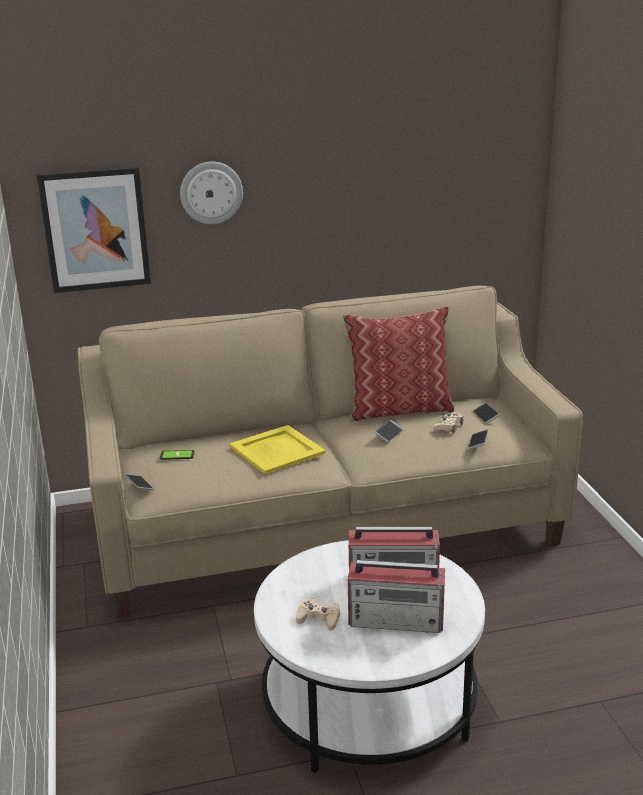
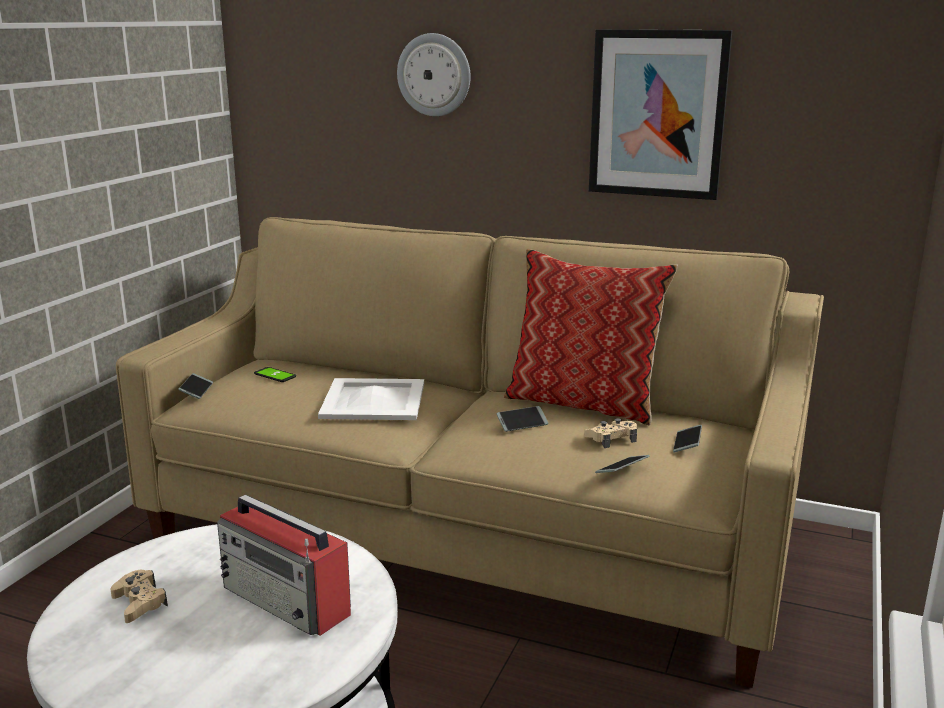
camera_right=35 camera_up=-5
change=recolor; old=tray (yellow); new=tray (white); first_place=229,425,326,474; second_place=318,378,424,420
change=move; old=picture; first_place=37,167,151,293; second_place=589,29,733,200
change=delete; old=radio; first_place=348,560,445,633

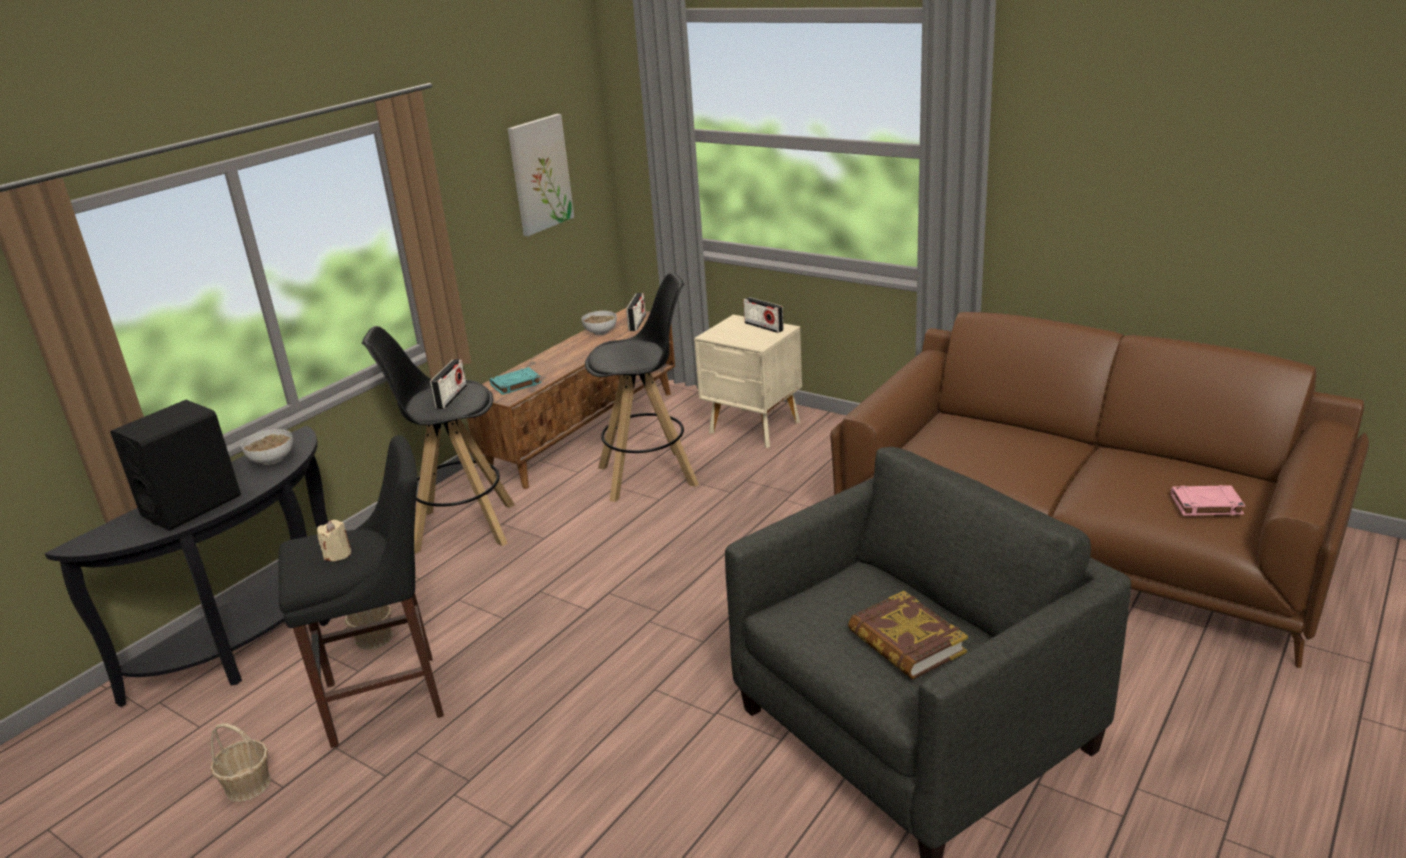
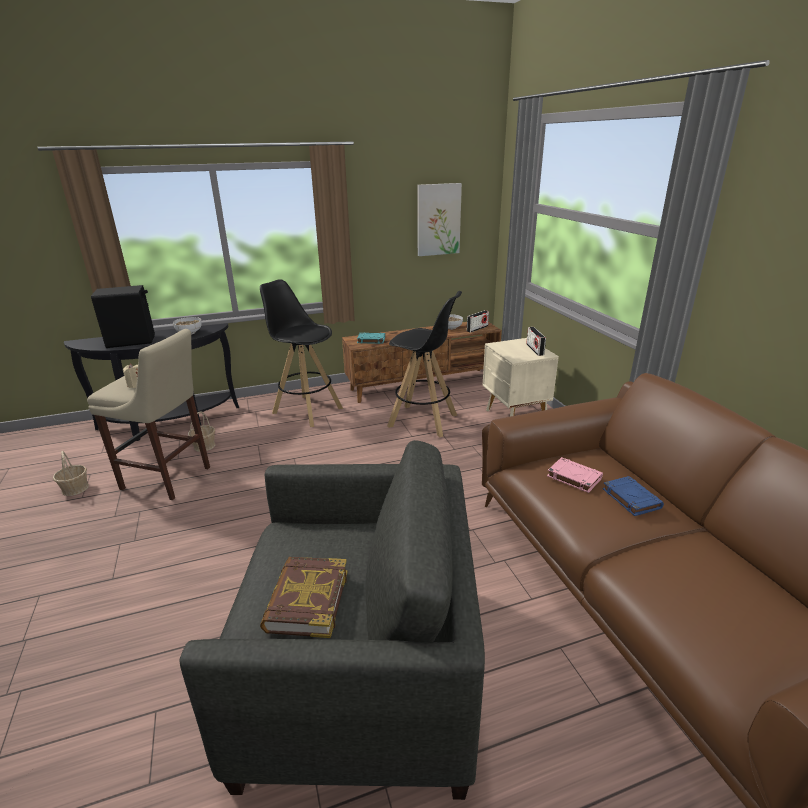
camera_right=35 camera_up=0
change=recolor; old=stool (black); new=stool (beige); first_place=278,435,444,748; second_place=87,329,210,500
change=move; old=book (pink); first_place=1171,485,1245,516; second_place=547,457,603,493
change=insert; new=book (blue); second_place=603,476,664,516
change=delete; old=radio; first_place=430,359,467,409

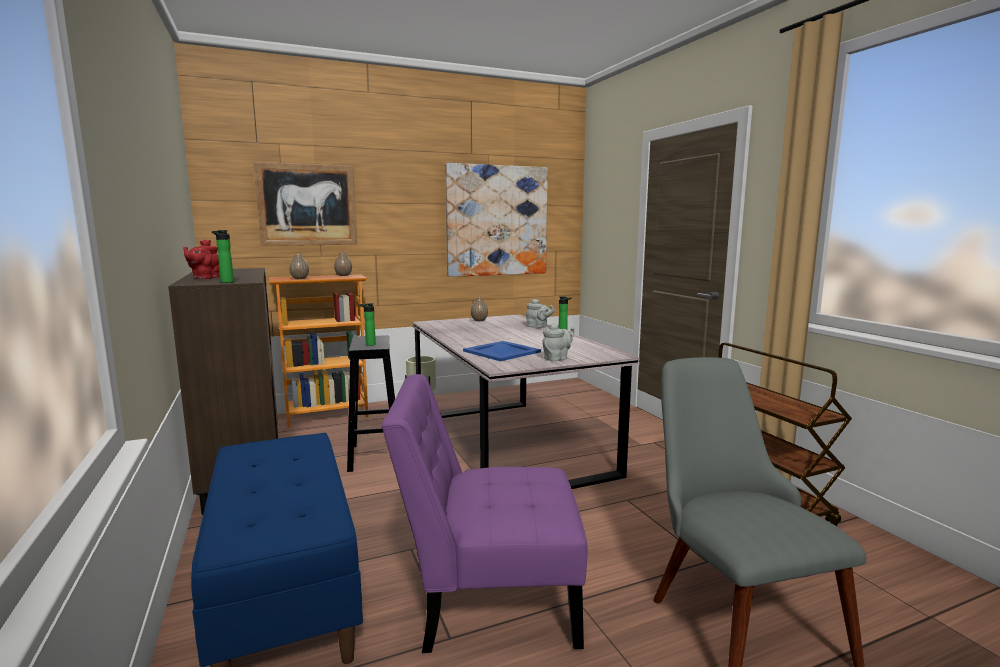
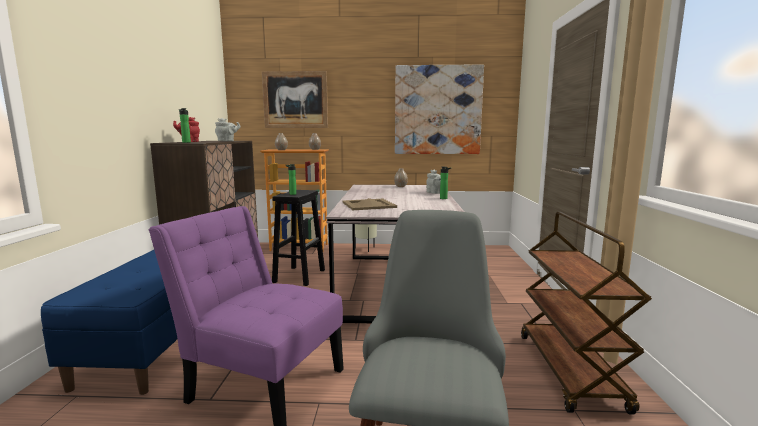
camera_right=25 camera_up=0
change=move; old=teapot (grey); first_place=542,323,574,361; second_place=215,118,240,141
change=recolor; old=tray (blue); new=tray (beige); first_place=463,341,541,361; second_place=343,198,397,210

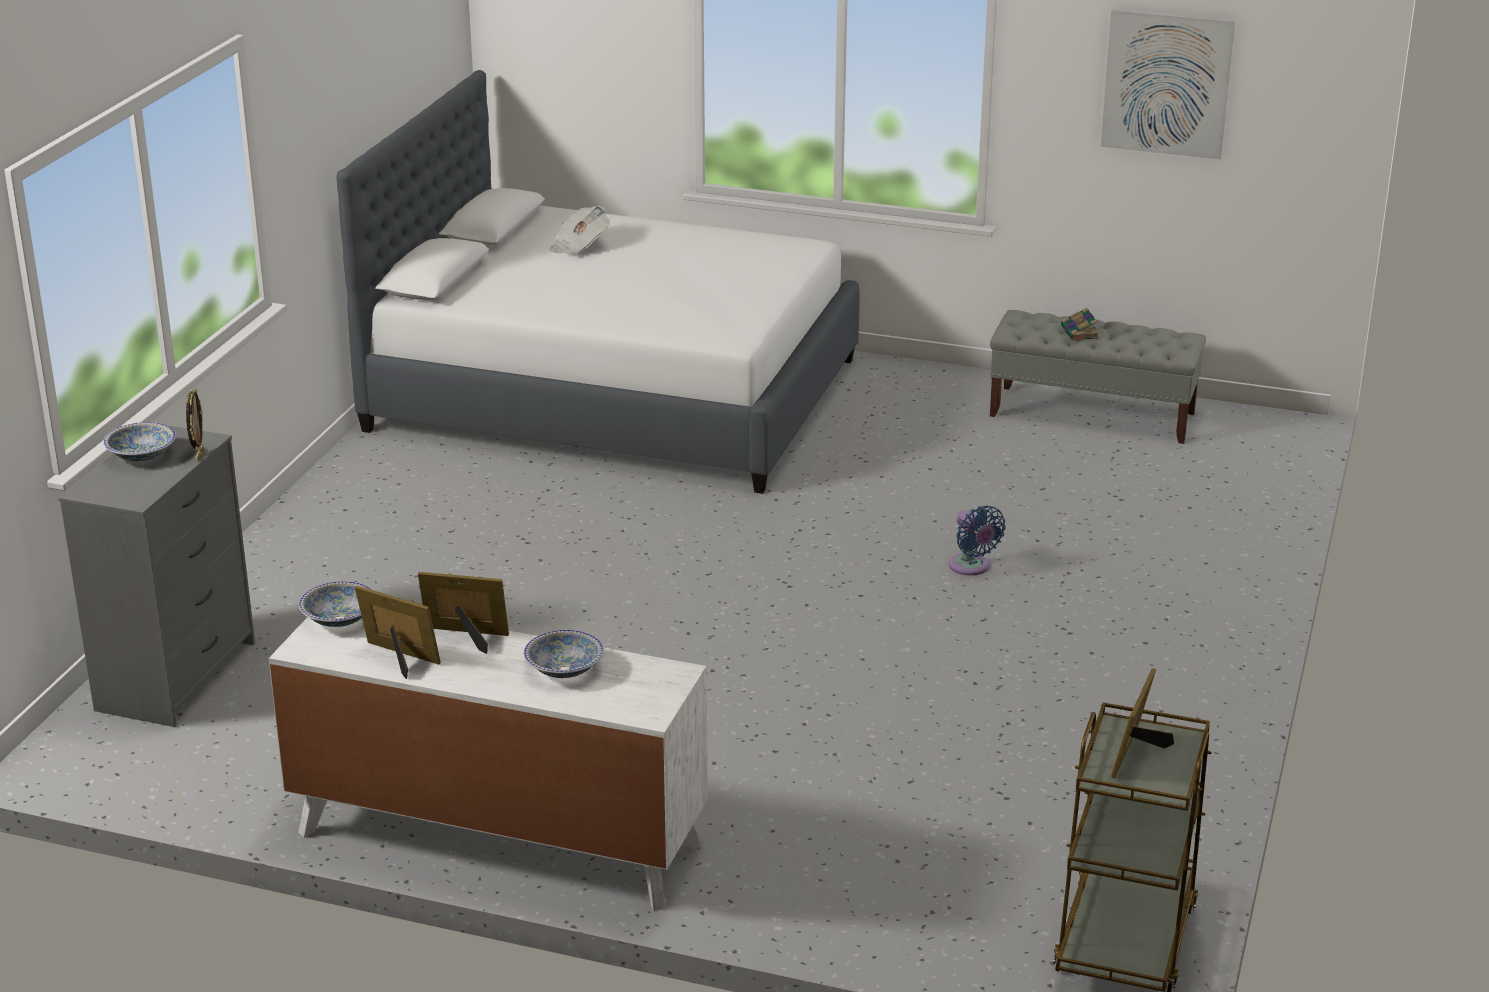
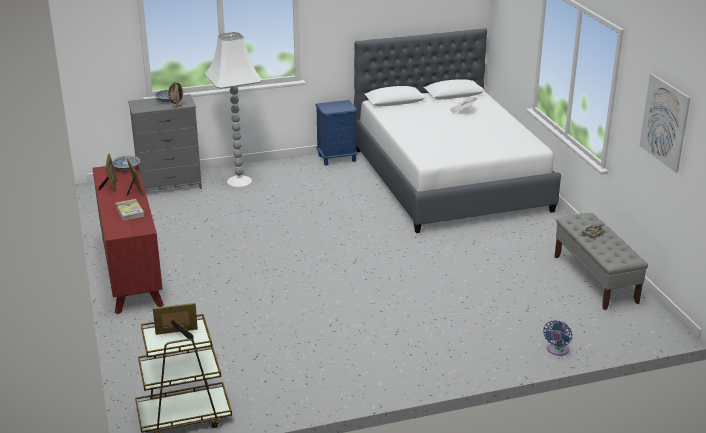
camera_right=55 camera_up=0
change=recolor; old=dresser (white); new=dresser (red); first_place=268,616,708,911; second_place=93,165,164,314
change=replace; old=bowl; new=book; first_place=524,630,604,678; second_place=115,199,145,220
change=insert; new=floor lamp (white); second_place=205,32,262,188
change=insert; new=nightstand (blue); second_place=316,100,358,166
change=move; old=fan (blue); first_place=949,506,1006,576; second_place=543,320,572,356

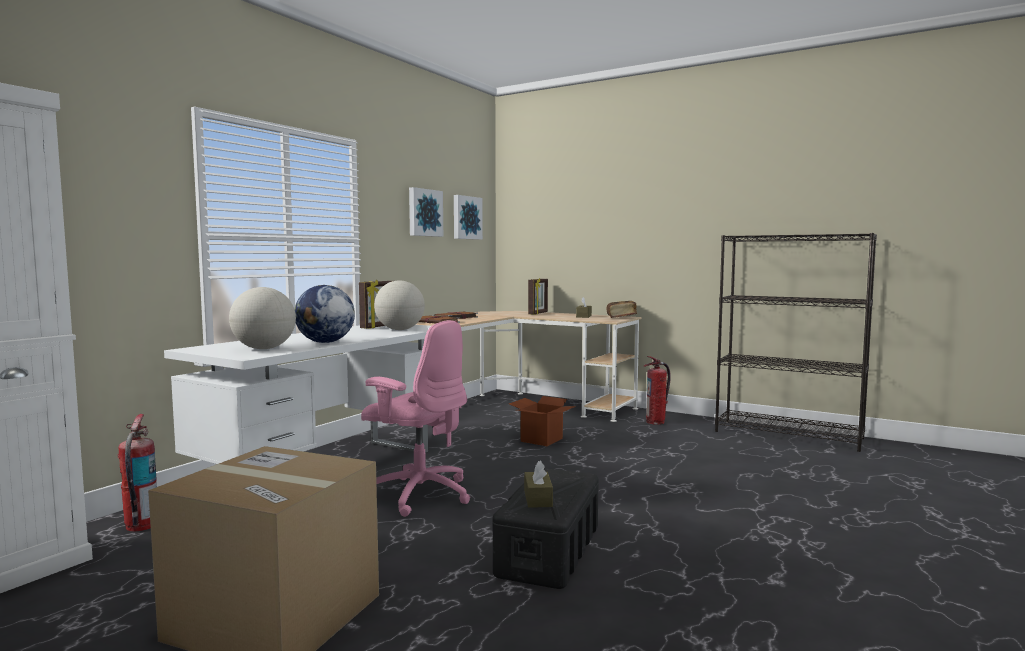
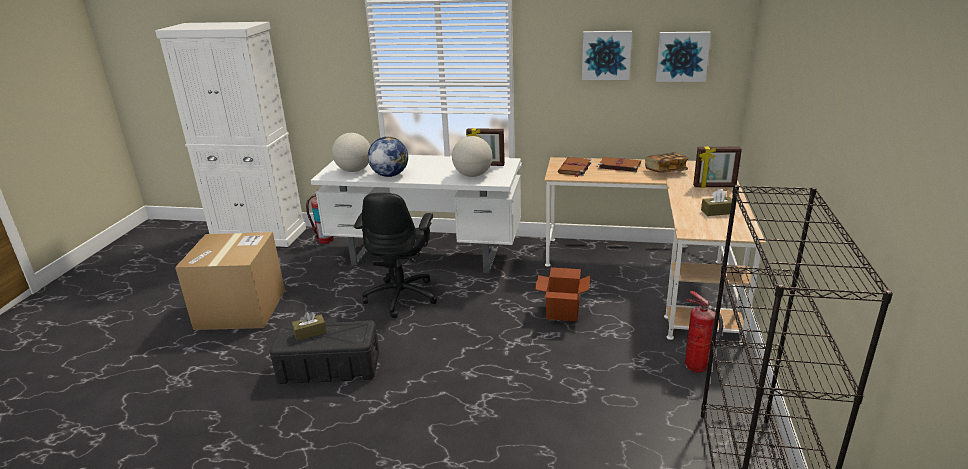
camera_right=70 camera_up=20
change=recolor; old=office chair (pink); new=office chair (black); first_place=361,320,471,517; second_place=354,193,437,318
change=move; old=book; first_place=606,301,637,318; second_place=645,153,689,173

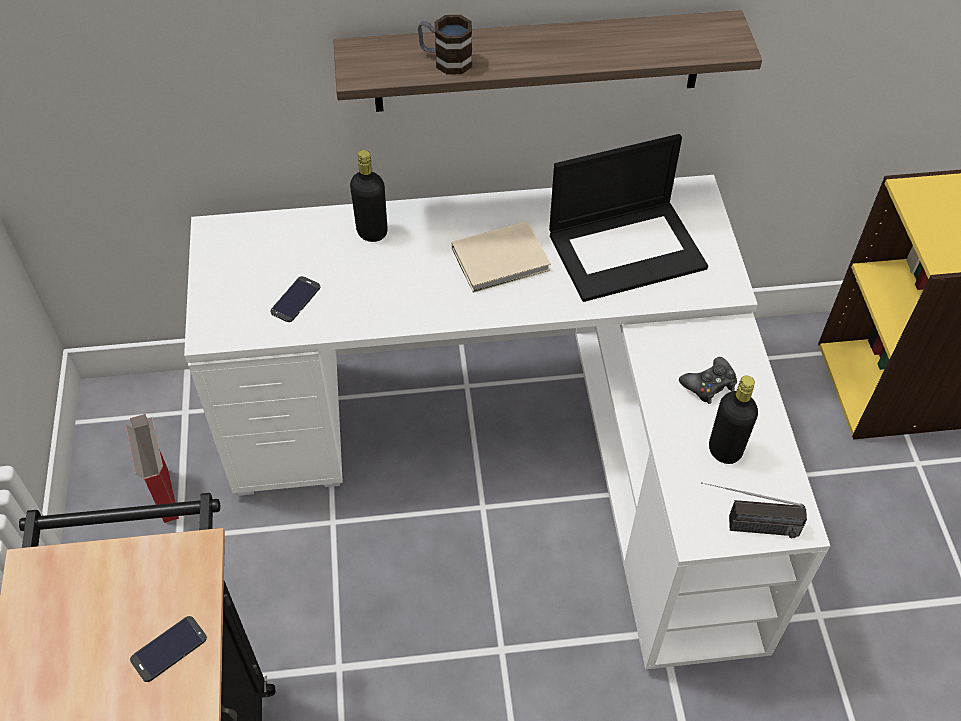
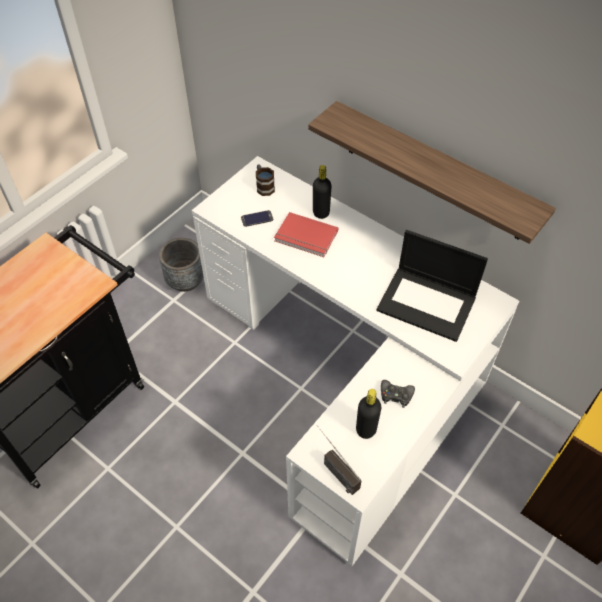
camera_right=45 camera_up=0
change=replace; old=cardboard box; new=planter (grey); first_place=125,414,179,523; second_place=159,238,204,292
change=move; old=mug; first_place=418,15,472,75; second_place=256,165,275,196
change=insert; new=book (red); second_place=274,212,338,257
change=delete; old=phone; first_place=130,616,207,682
change=delete; old=book (beige); first_place=452,221,551,293

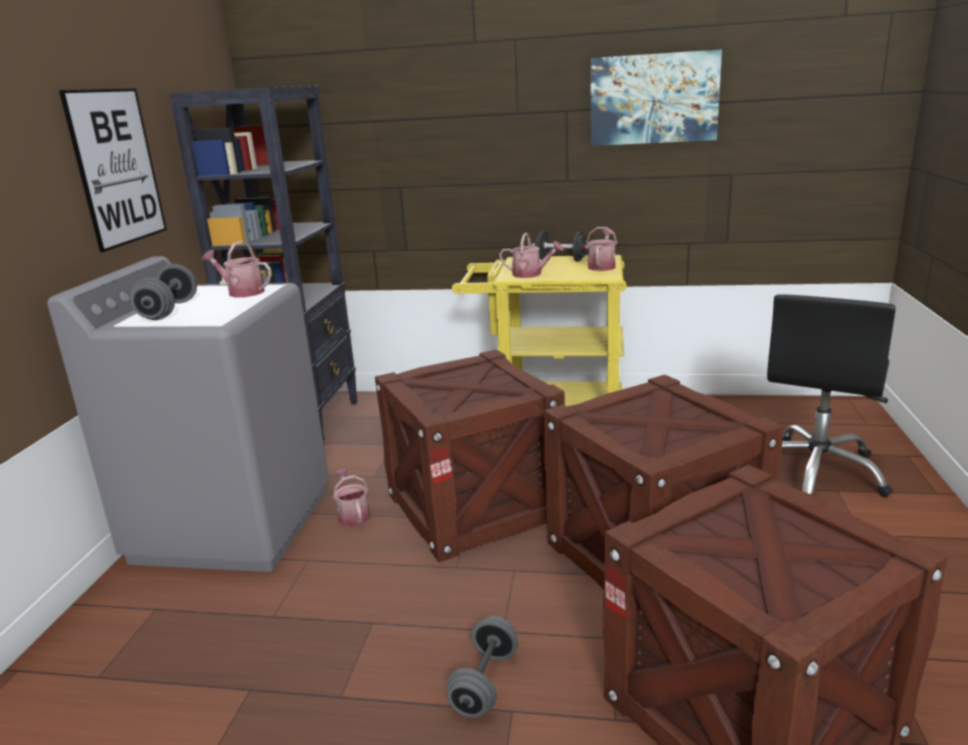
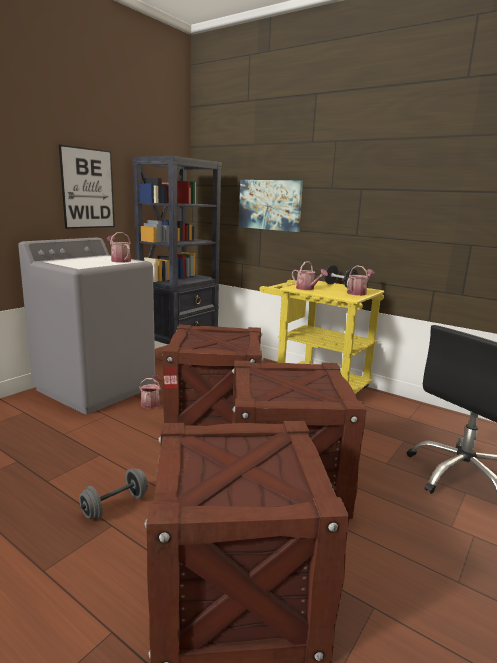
camera_right=25 camera_up=-5
change=move; old=picture; first_place=591,49,722,146; second_place=239,180,303,232
change=delete; old=dumbbell (grey); first_place=130,264,197,320

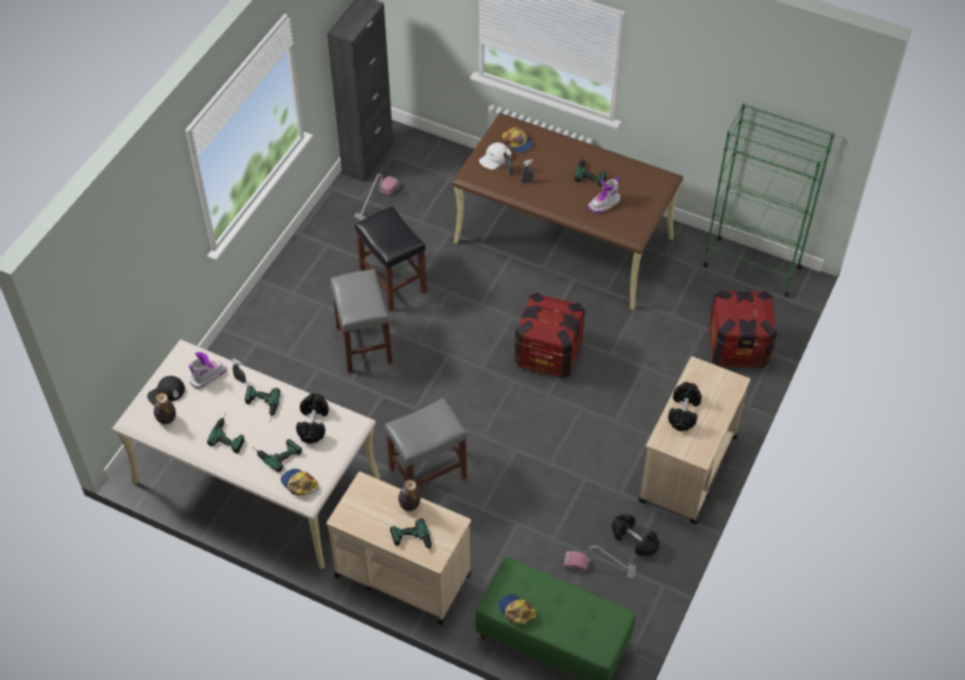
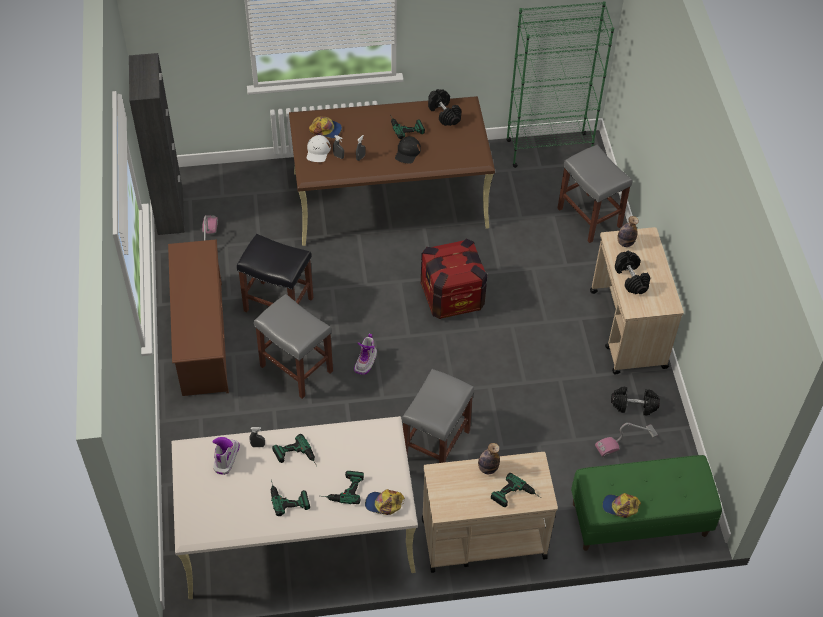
camera_right=-35 camera_up=0
change=insert; new=shoe rack (brown); second_place=168,239,229,396
change=move; old=boot; first_place=588,176,620,213; second_place=354,334,377,375
change=move; old=cap (black); first_place=147,376,185,405; second_place=395,136,421,163
change=move; old=dumbbell (black); first_place=296,393,329,444; second_place=428,89,461,126
change=replace; old=crate; new=stool (grey); first_place=709,290,777,368; second_place=557,145,632,243
change=move; old=bottle; first_place=154,393,176,424; second_place=617,216,639,247

